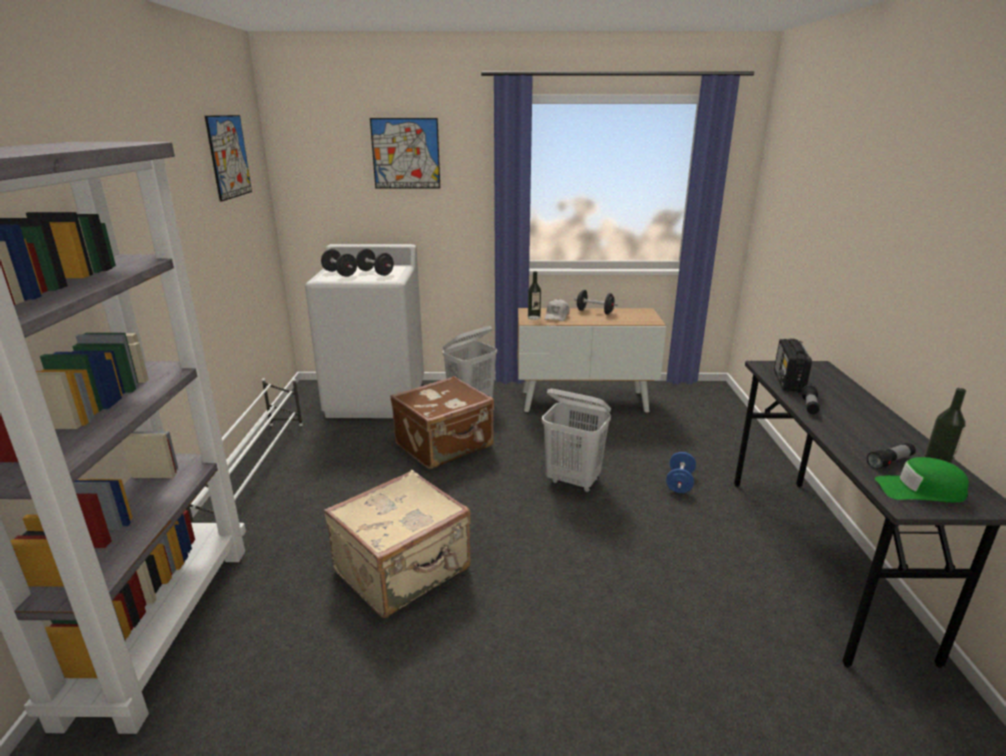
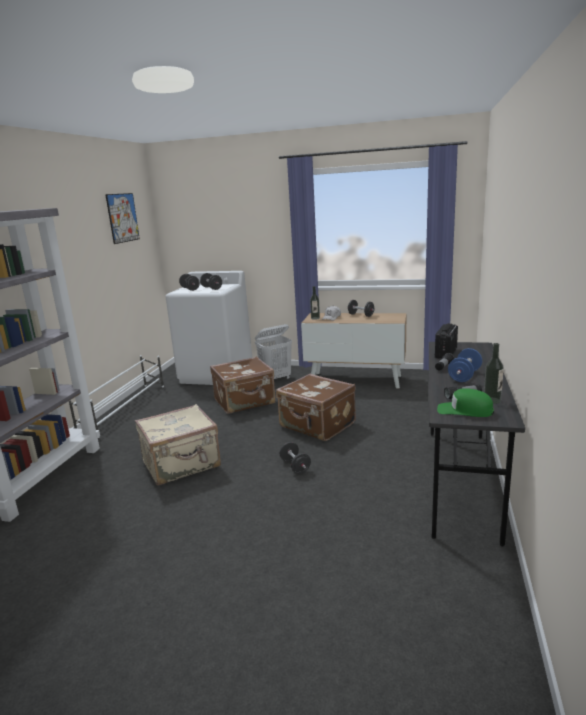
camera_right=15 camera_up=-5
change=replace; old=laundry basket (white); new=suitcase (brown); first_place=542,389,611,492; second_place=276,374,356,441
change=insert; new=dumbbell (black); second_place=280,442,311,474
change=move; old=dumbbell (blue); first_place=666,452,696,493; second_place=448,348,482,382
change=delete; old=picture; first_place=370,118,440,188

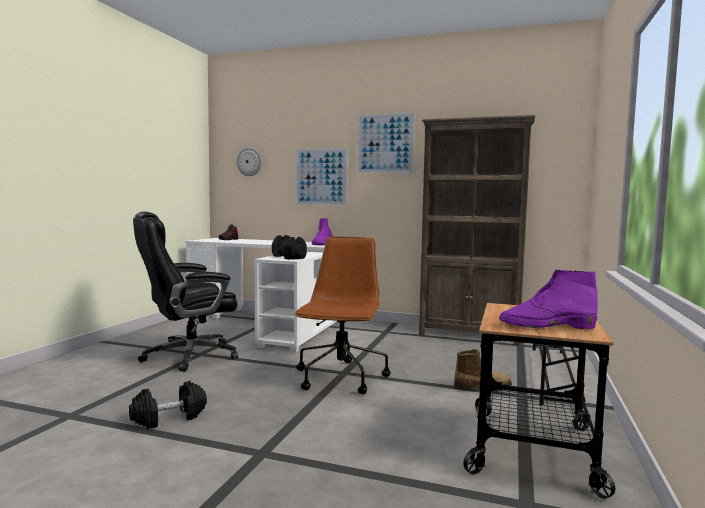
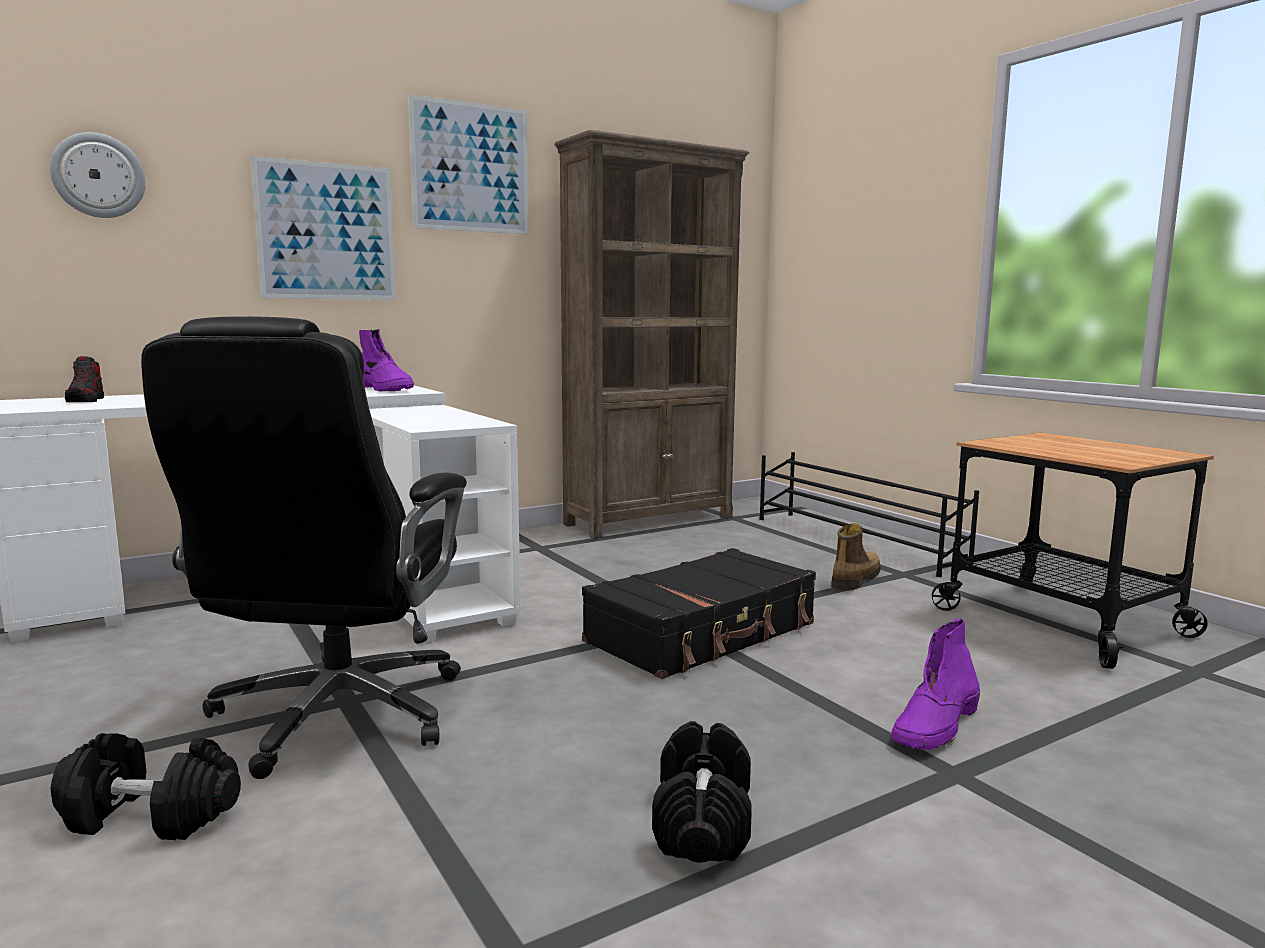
camera_right=-50 camera_up=5
change=move; old=dumbbell (black); first_place=272,235,307,259; second_place=51,733,241,840
change=replace; old=office chair (brown); new=suitcase (black); first_place=295,236,391,394; second_place=582,548,816,679
change=move; old=boot (purple); first_place=499,270,598,329; second_place=891,619,980,750

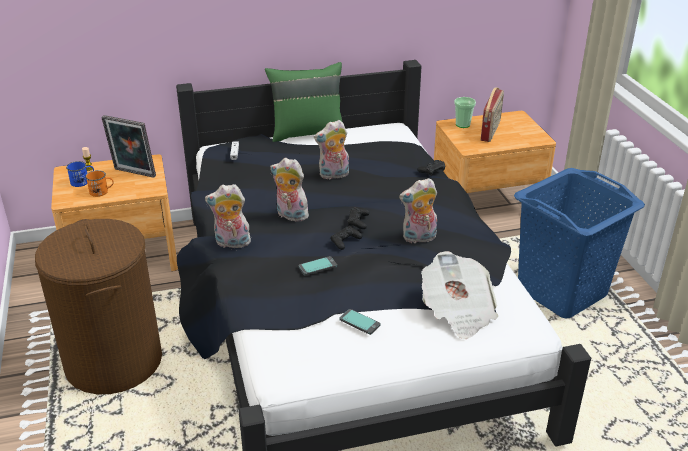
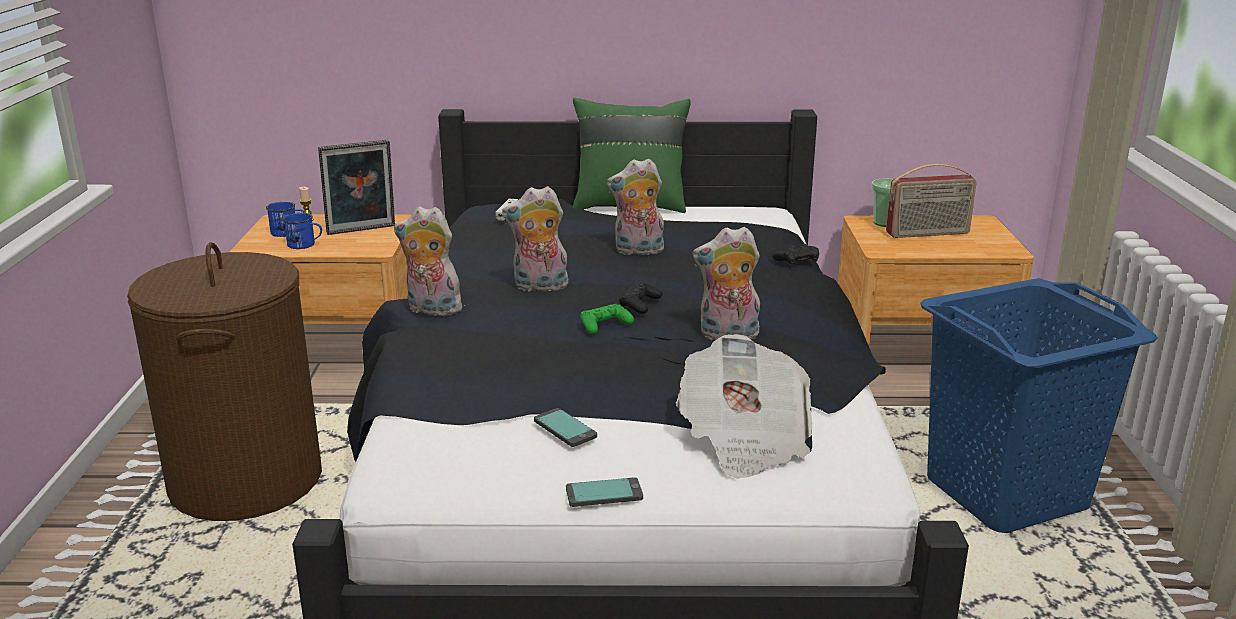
camera_right=15 camera_up=-10
change=recolor; old=mug (orange); new=mug (blue); first_place=85,170,114,197; second_place=283,213,322,249
change=rotate; old=picture frame; first_place=101,115,156,178; second_place=318,140,395,235; degrees=-60
change=rotate; old=plush toy; first_place=270,158,309,222; second_place=502,186,569,292; degrees=-45
change=move; old=phone; first_place=299,256,337,276; second_place=566,477,643,507
change=recolor; old=game controller (black); new=game controller (green); first_place=331,226,362,250; second_place=580,304,634,334
change=rotate; old=radio; first_place=481,87,504,142; second_place=886,164,976,238; degrees=45

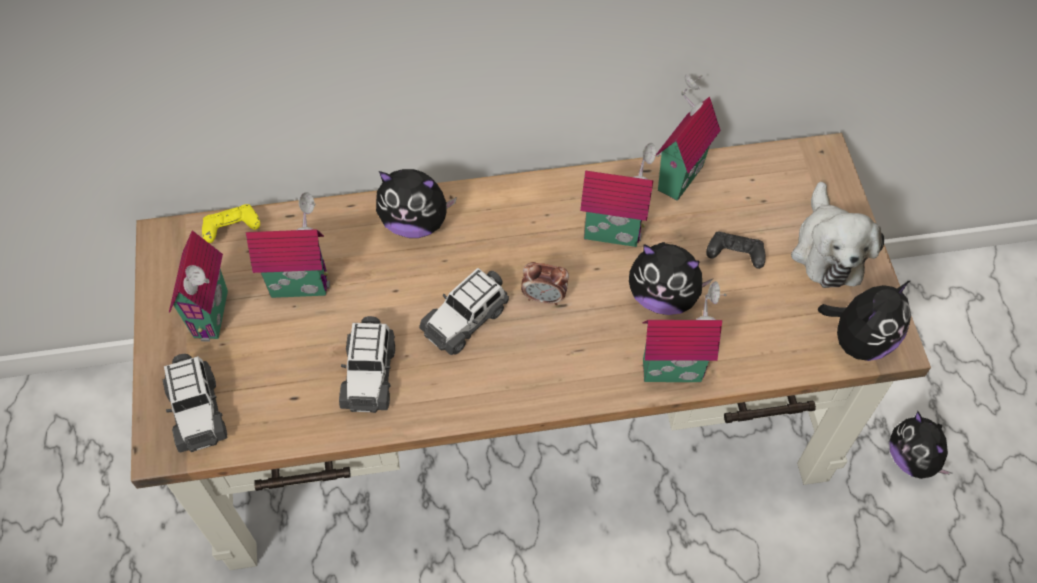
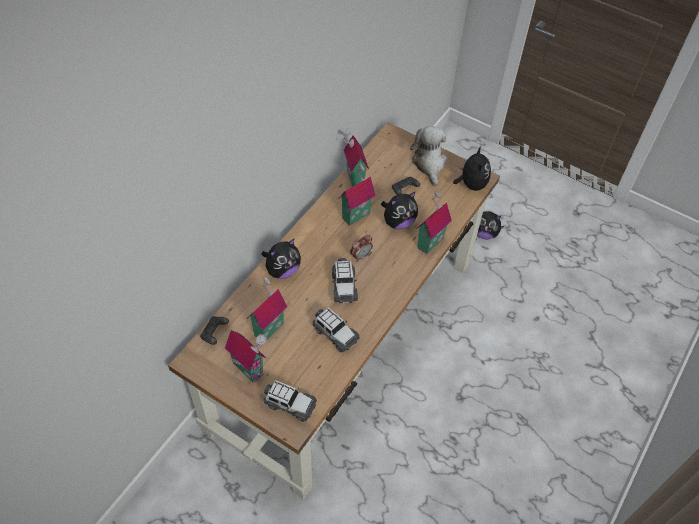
camera_right=-50 camera_up=-5
change=recolor; old=game controller (yellow); new=game controller (black); first_place=202,204,260,243; second_place=200,316,229,345
change=rotate; old=plush toy; first_place=791,182,884,288; second_place=410,126,447,186; degrees=-135

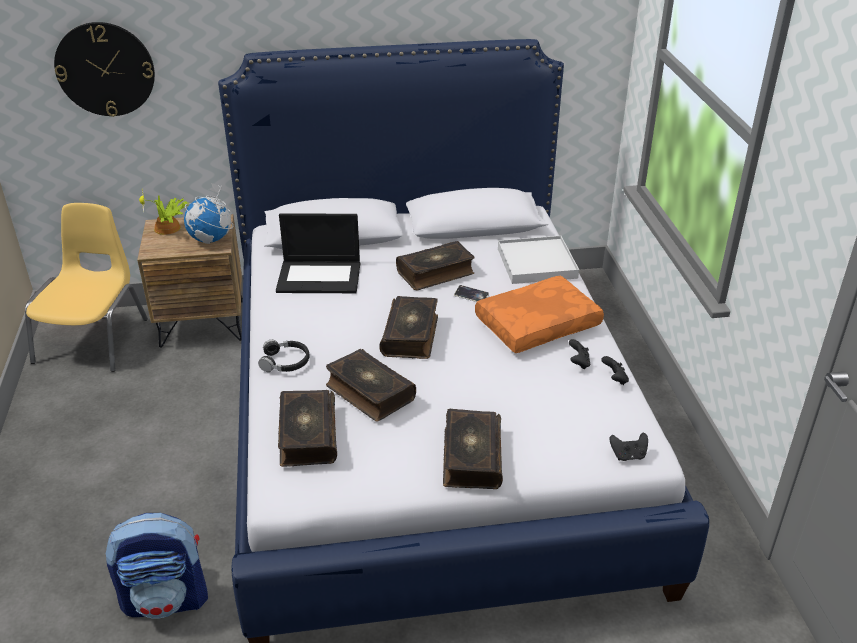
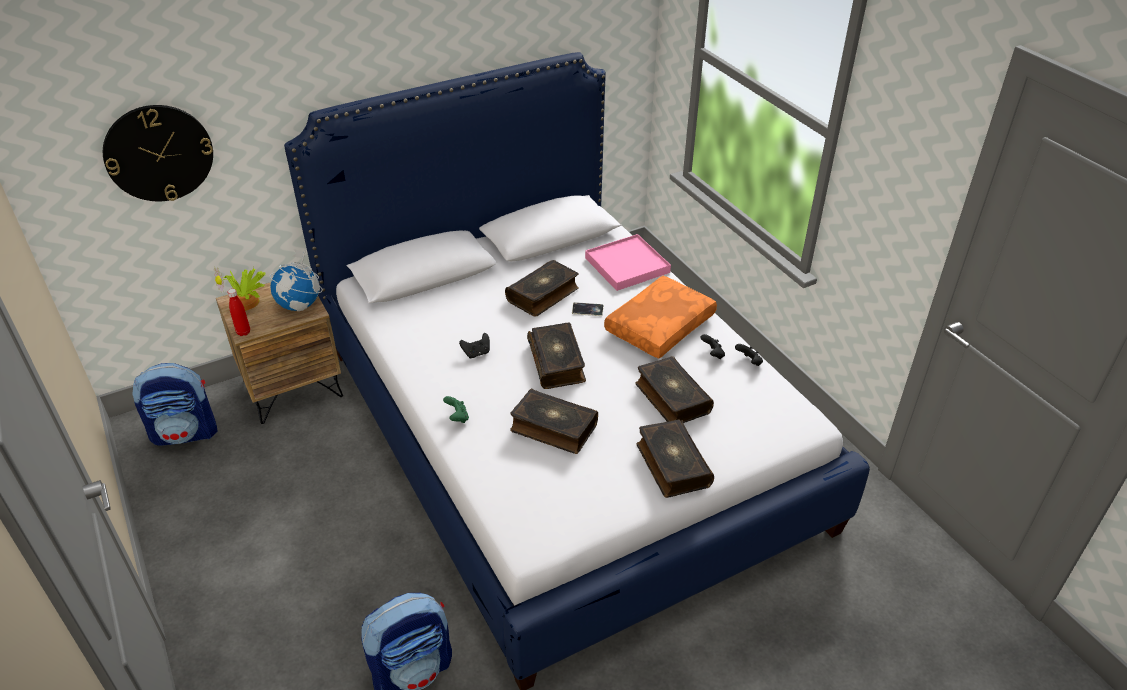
camera_right=-20 camera_up=5
change=replace; old=chair (yellow); new=backpack; first_place=25,203,148,372; second_place=132,363,217,446
change=insert; new=bottle (red); second_place=228,289,250,336
change=replace; old=headphones (black); new=game controller (green); first_place=258,340,309,372; second_place=443,396,469,423
change=move; old=game controller (black); first_place=609,432,648,461; second_place=459,333,490,359
change=recolor; old=tray (white); new=tray (pink); first_place=498,236,579,284; second_place=585,234,671,291
change=move; old=book; first_place=278,390,337,467; second_place=635,357,714,423
change=delete; old=laptop; first_place=276,213,360,293

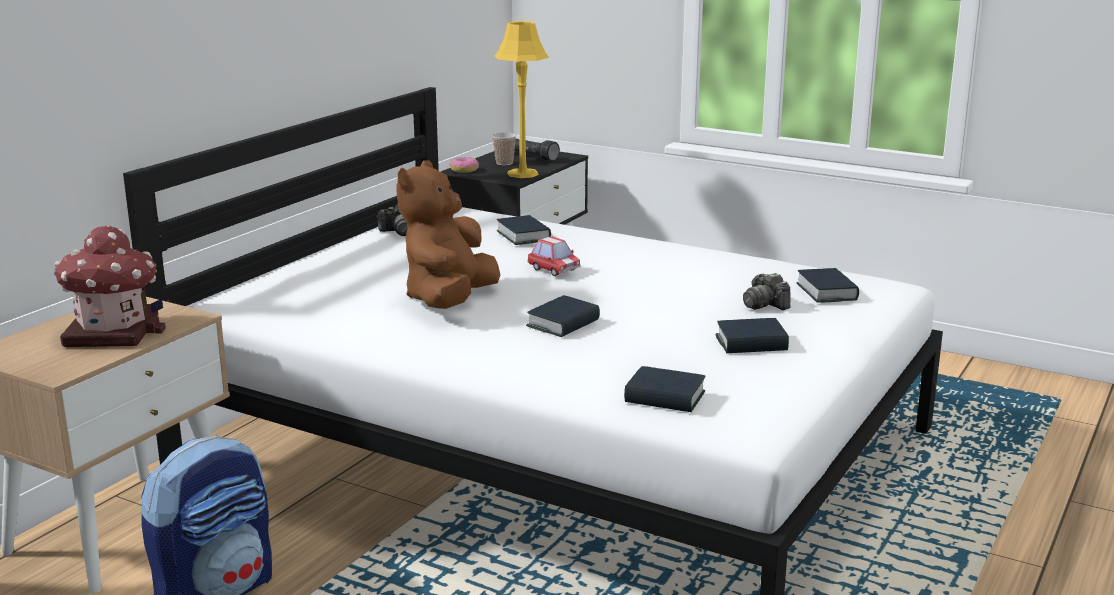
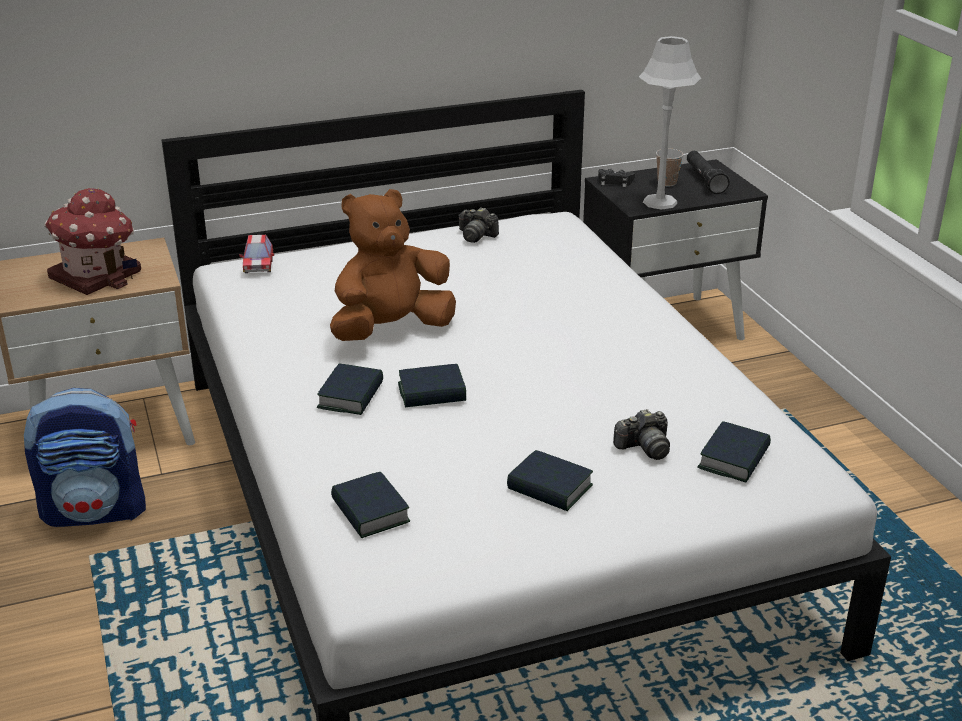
camera_right=40 camera_up=10
change=move; old=toy car; first_place=527,236,580,276; second_place=239,235,274,273
change=move; old=book; first_place=497,215,551,245; second_place=317,364,383,415
change=replace; old=donut; new=game controller (black); first_place=449,157,479,173; second_place=598,168,635,187
change=rotate; old=photo camera; first_place=743,273,790,310; second_place=613,409,670,460; degrees=-120
change=recolor; old=table lamp (yellow); new=table lamp (grey); first_place=495,21,549,178; second_place=639,36,701,210

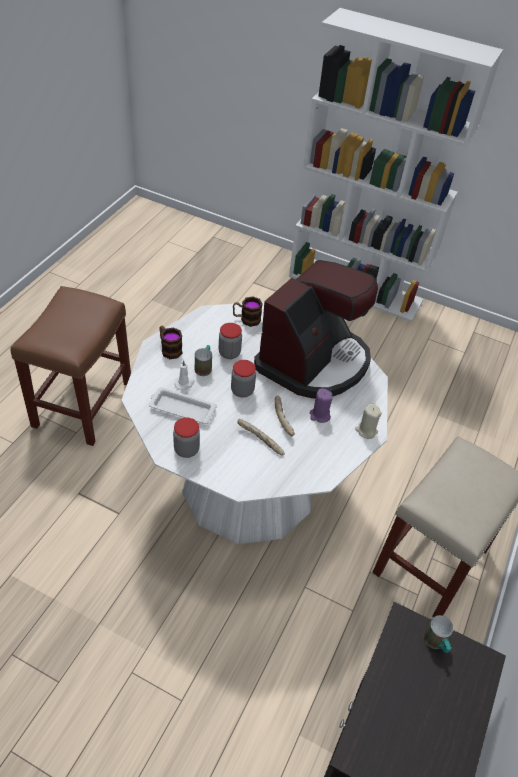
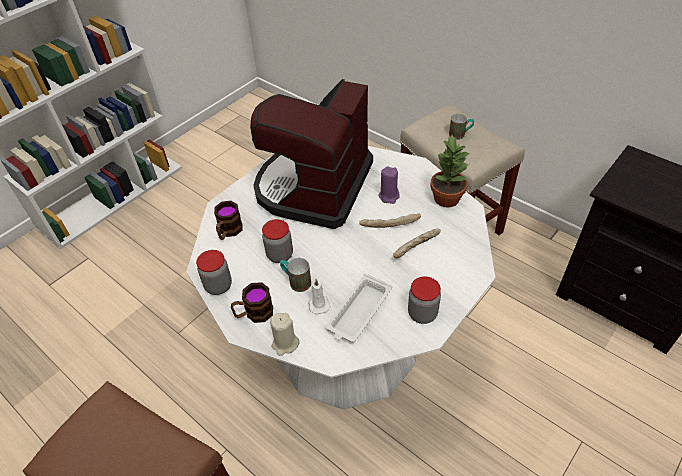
camera_right=-70 camera_up=0
change=move; old=jar; first_place=231,360,256,398; second_place=196,250,232,295
change=rotate; old=coffee machine; first_place=254,260,378,398; second_place=250,79,373,229; degrees=-120
change=move; old=candle (beige); first_place=355,404,382,439; second_place=270,313,299,356
change=insert; new=potted plant; second_place=430,135,471,208
change=move; old=mug; first_place=423,615,454,653; second_place=449,114,474,140

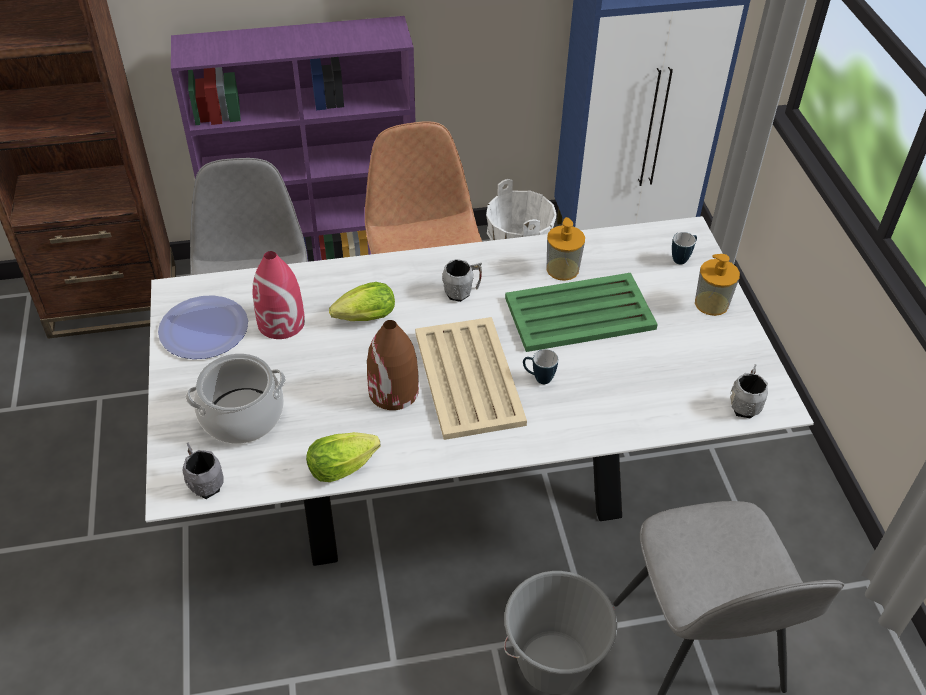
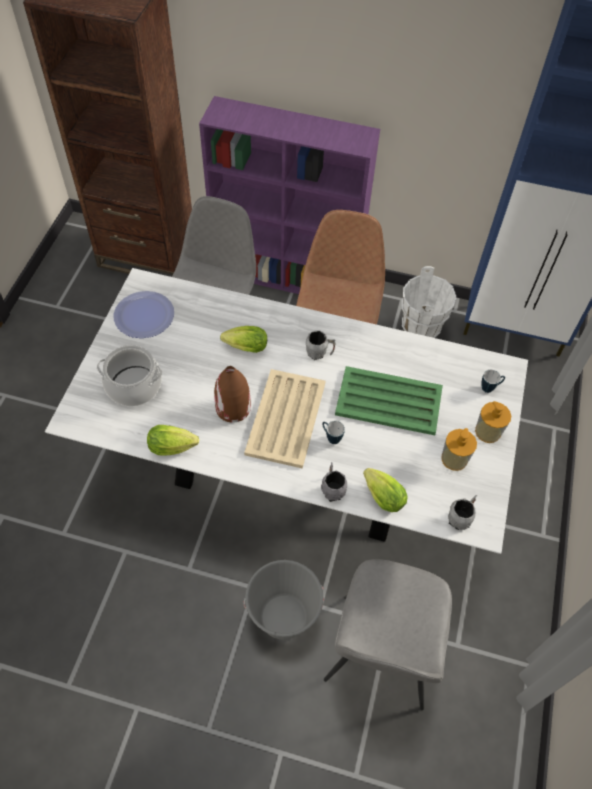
camera_right=25 camera_up=10
change=move; old=mug (grey); first_place=182,443,224,499; second_place=321,462,347,502
change=insert; new=lettuce; second_place=363,468,408,512
change=move; old=soap dispenser; first_place=546,217,585,281; second_place=441,428,477,471
change=delete; old=vase (red); first_place=252,251,305,339

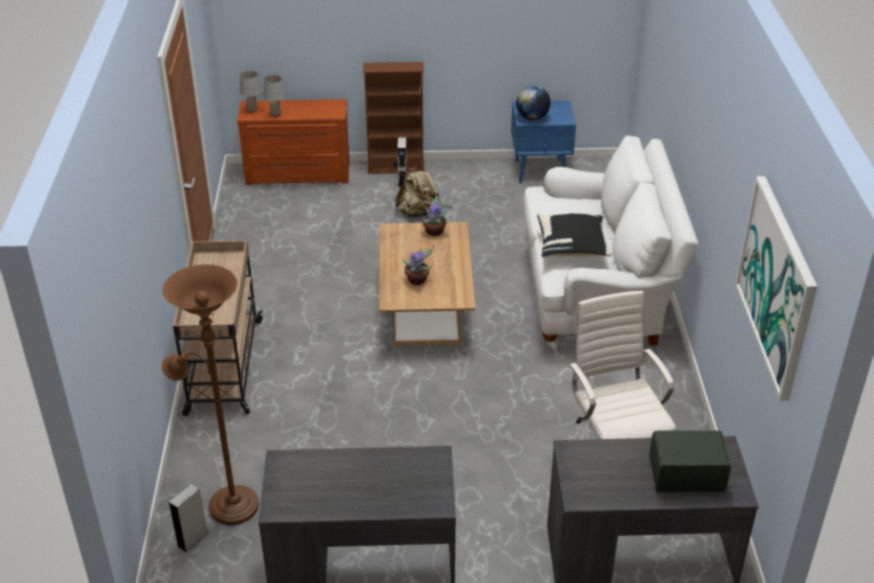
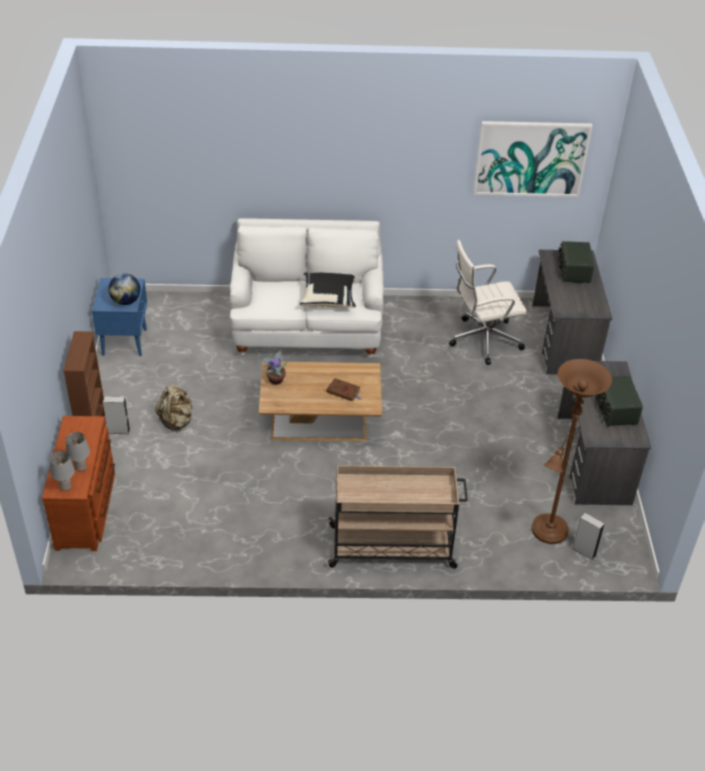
camera_right=-90 camera_up=5
change=replace; old=potted plant; new=book (brown); first_place=402,245,434,285; second_place=326,378,361,401
change=insert; new=radio; second_place=595,376,643,426

